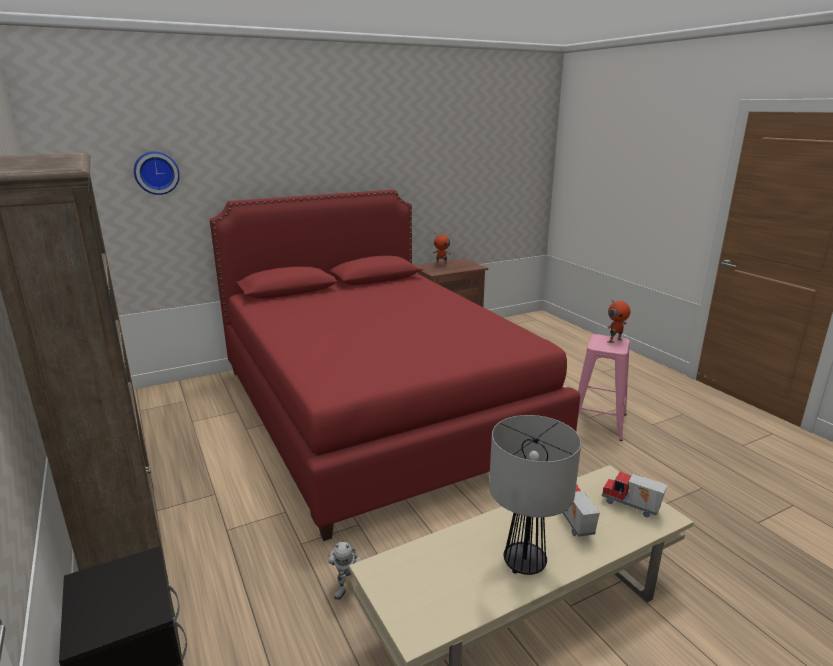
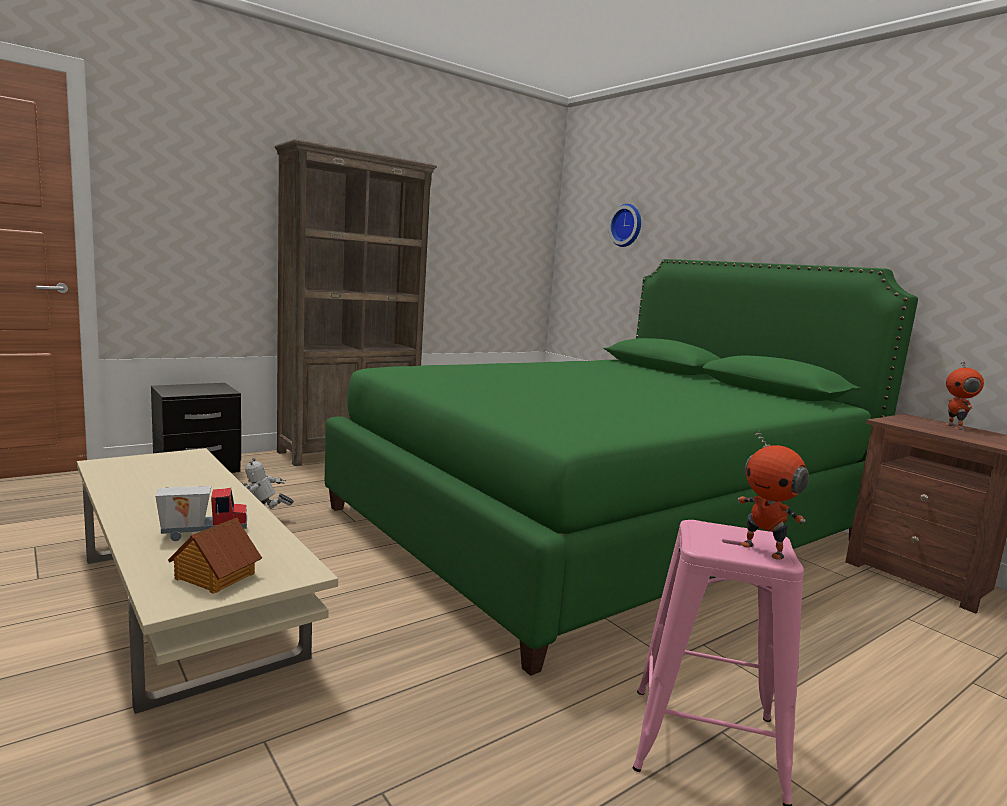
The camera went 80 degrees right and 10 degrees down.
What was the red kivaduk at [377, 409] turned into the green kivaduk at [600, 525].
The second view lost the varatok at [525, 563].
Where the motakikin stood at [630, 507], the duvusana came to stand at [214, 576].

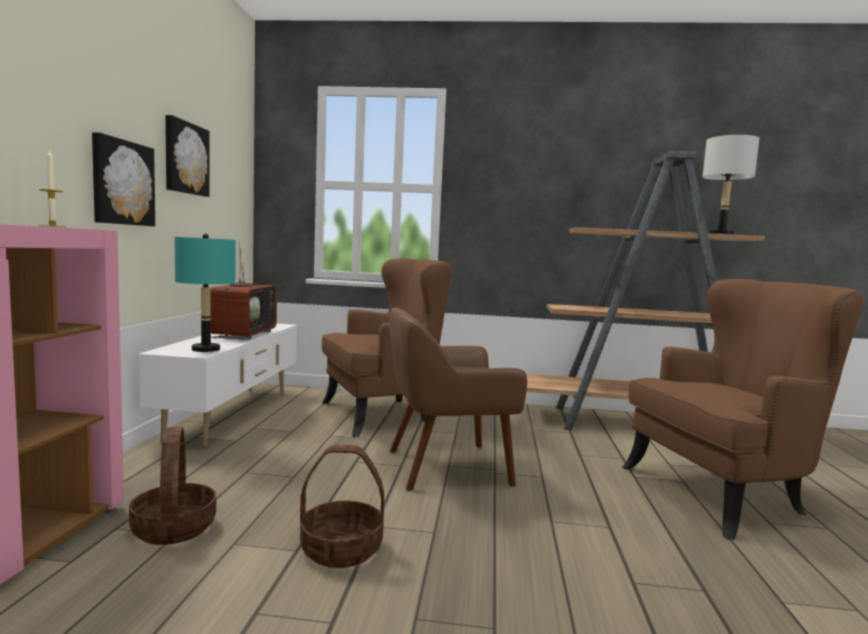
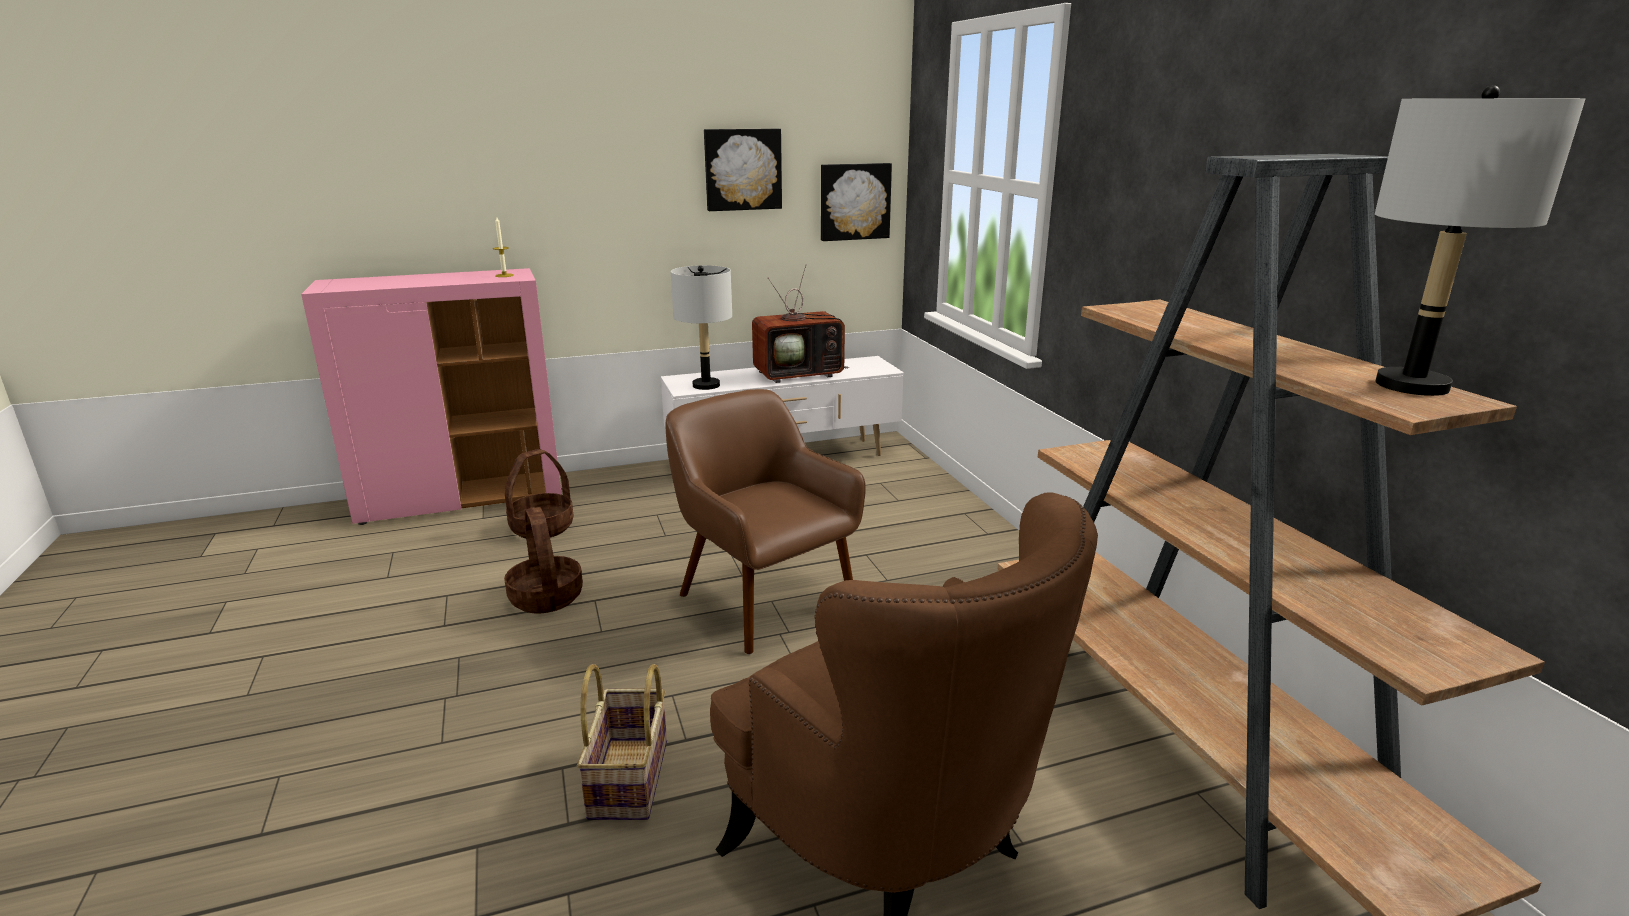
The camera went 65 degrees right and 15 degrees up.
The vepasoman ended up elsewhere, having gone from [121, 183] to [854, 201].
What was the turquoise varatok at [206, 349] turned into the grey varatok at [706, 385].
The second view lost the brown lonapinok at [383, 414].
The second view gained the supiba at [630, 779].

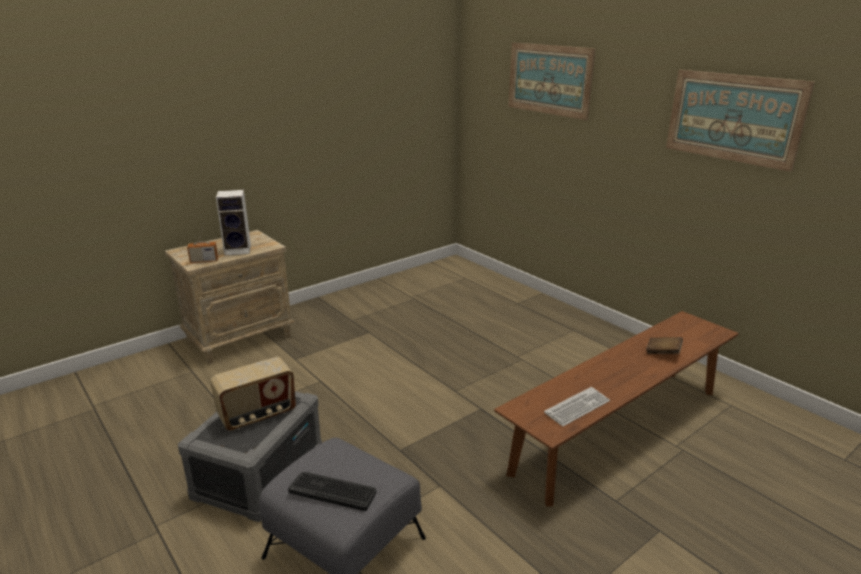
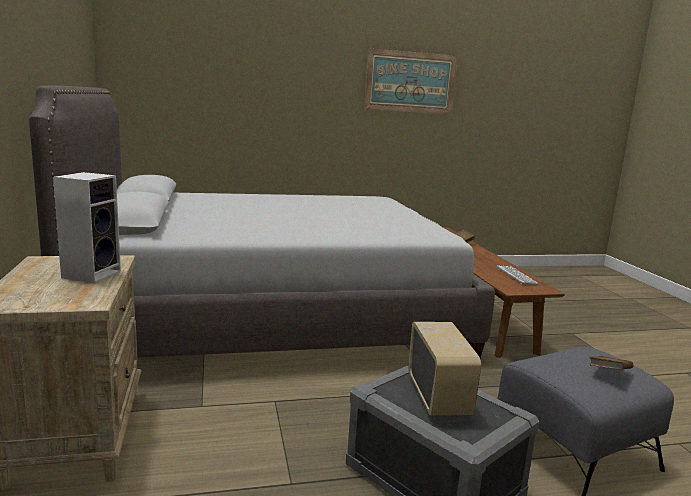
The camera went 65 degrees left and 10 degrees down.
The second view lost the vepasoman at [549, 79].
The second view lost the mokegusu at [204, 261].
Where the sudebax stood at [333, 491], the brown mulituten came to stand at [609, 374].
The second view gained the grey kivaduk at [271, 316].

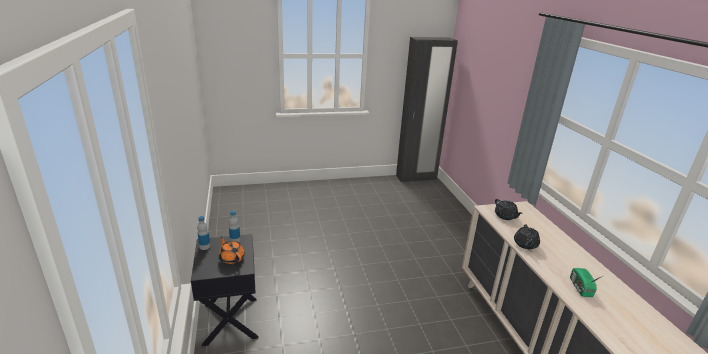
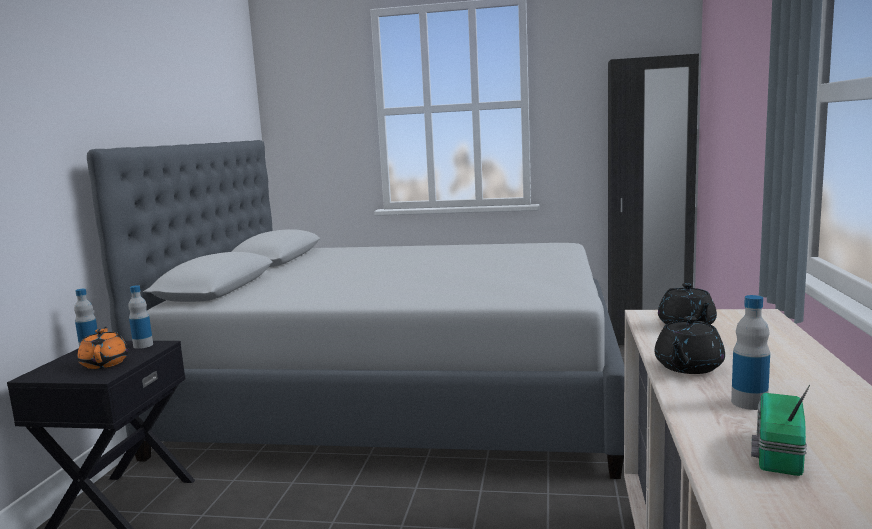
The camera went 25 degrees right and 15 degrees down.
The second view gained the grey kivaduk at [402, 395].
The second view gained the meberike at [749, 403].

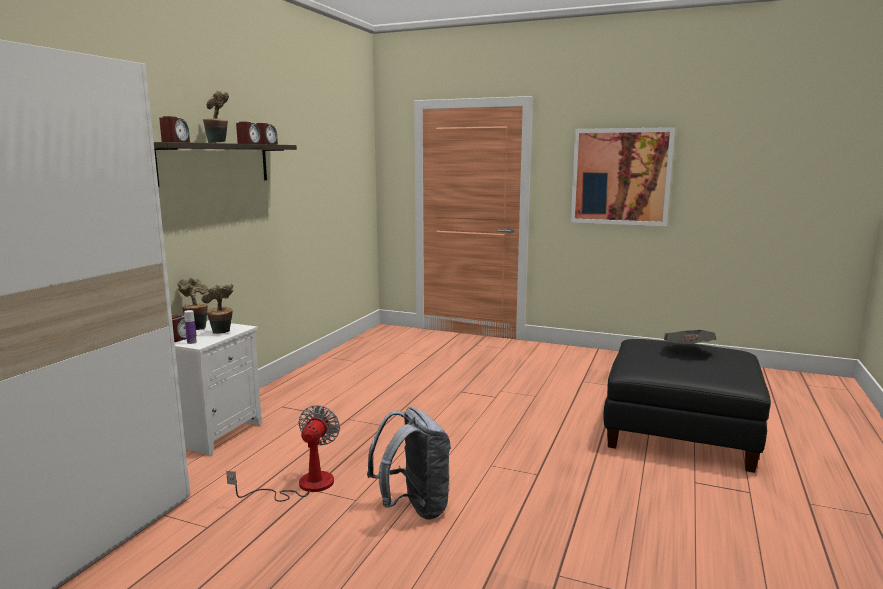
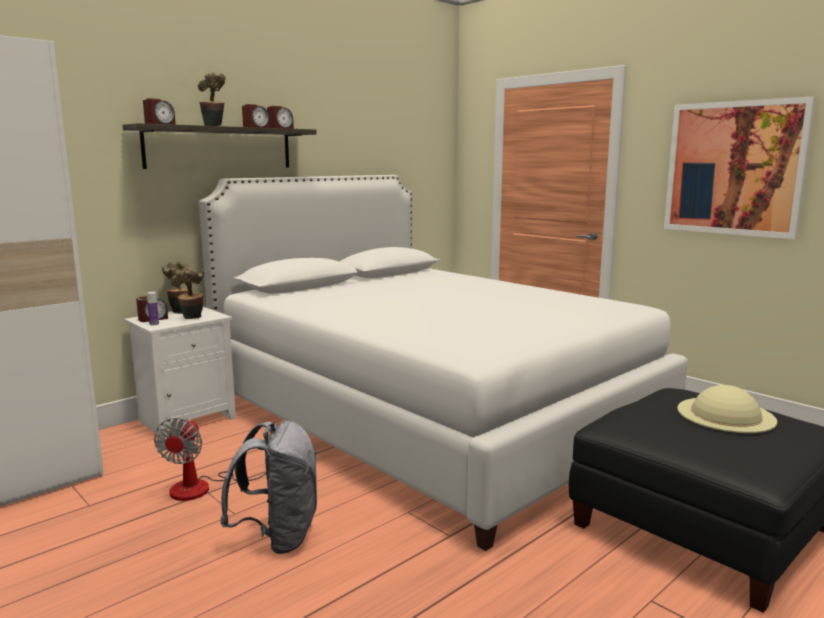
The camera went 25 degrees right and 0 degrees up.
Where the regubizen stood at [687, 351], the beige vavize came to stand at [725, 414].
The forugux at [303, 486] ended up facing another way, 150 degrees clockwise from before.
The second view gained the white kivaduk at [430, 417].

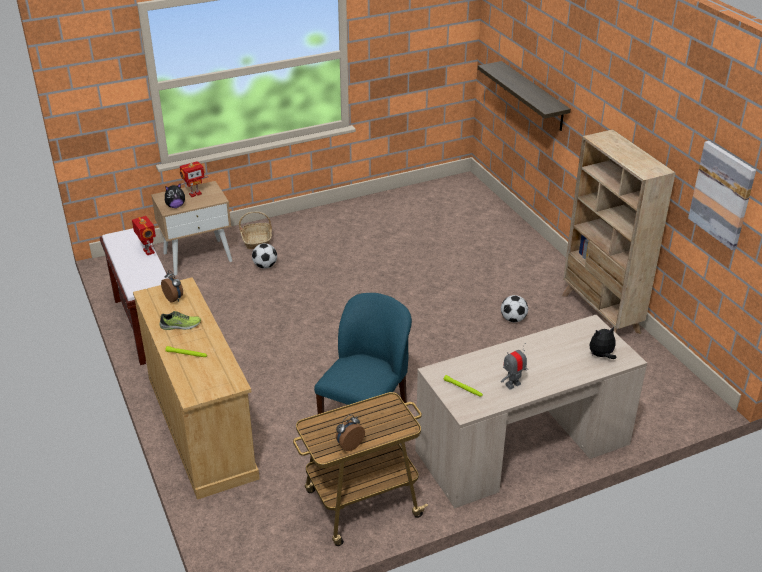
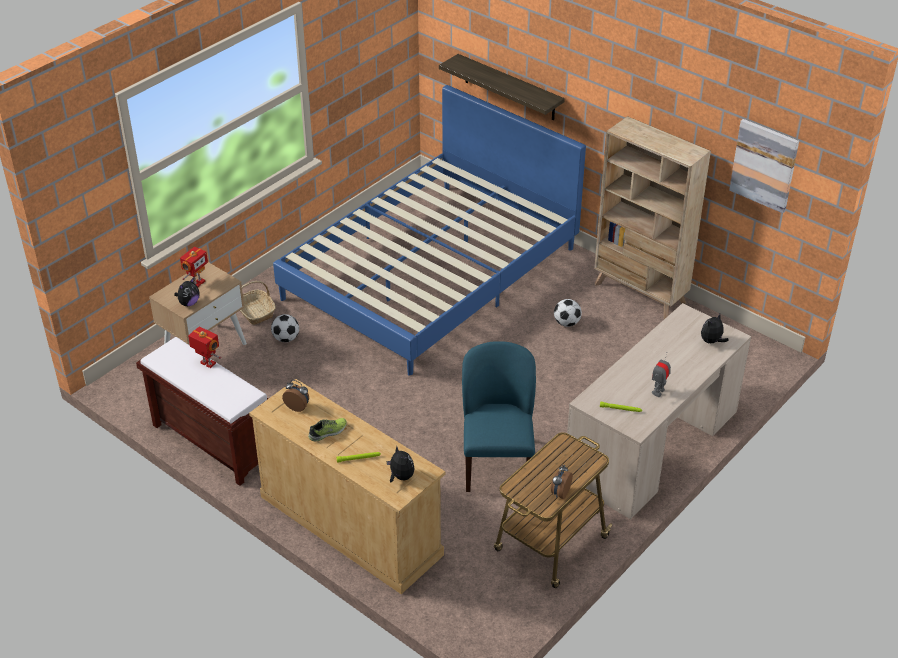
The camera went 25 degrees left and 5 degrees up.
The second view gained the blue kivaduk at [431, 273].
The second view gained the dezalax at [400, 477].

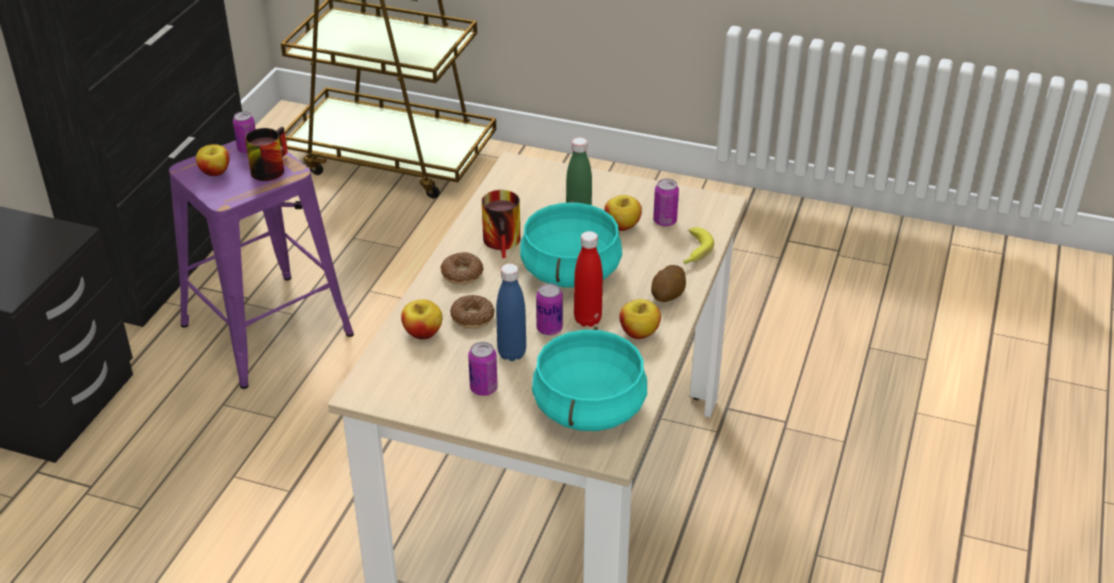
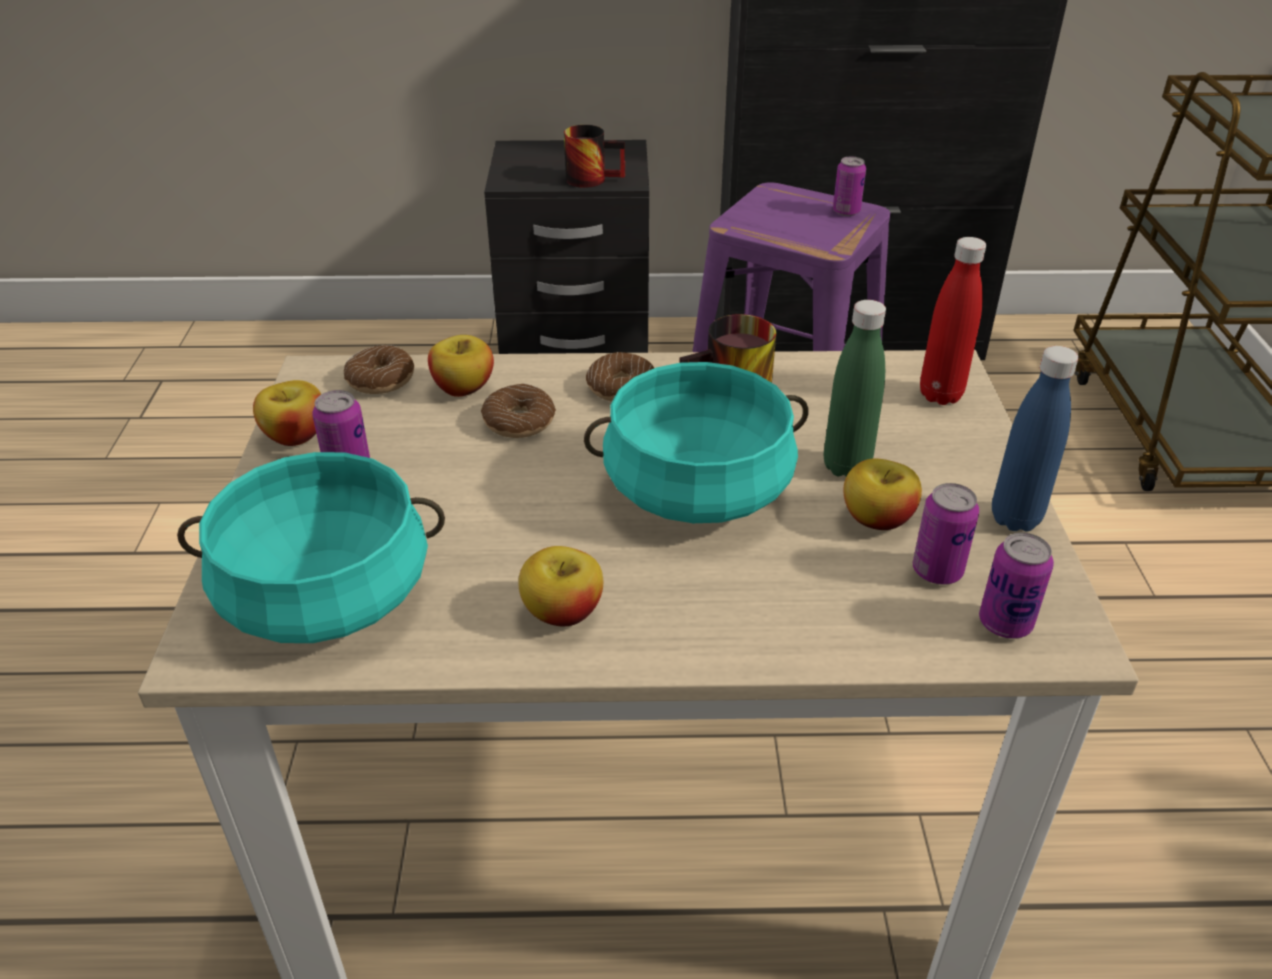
The camera went 70 degrees right and 0 degrees up.
The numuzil ended up elsewhere, having gone from [268, 167] to [593, 178].
The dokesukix ended up elsewhere, having gone from [215, 172] to [295, 436].
The second view lost the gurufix at [693, 252].
The red meberike ended up elsewhere, having gone from [587, 320] to [940, 395].
The blue meberike ended up elsewhere, having gone from [512, 353] to [1015, 518].
The second view lost the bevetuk at [668, 296].
The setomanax ended up elsewhere, having gone from [549, 329] to [1005, 623].
The second view gained the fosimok at [381, 380].

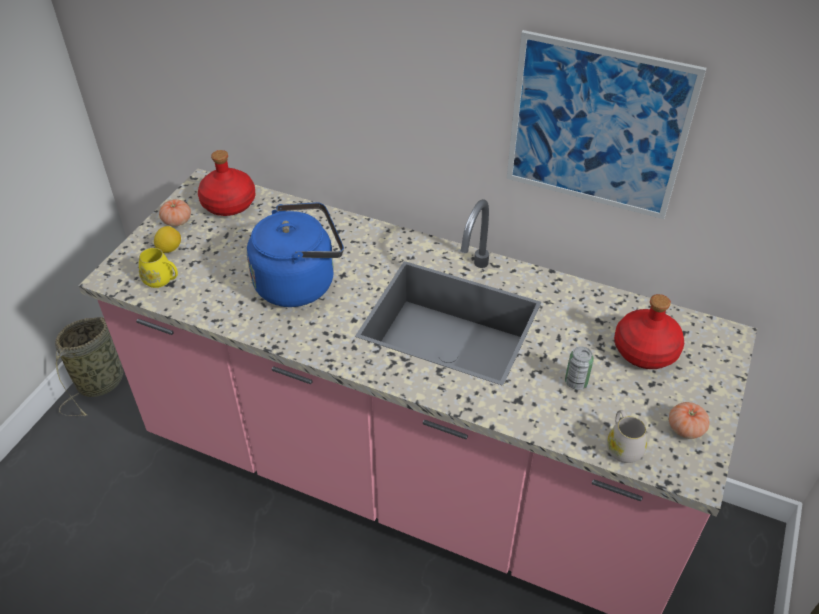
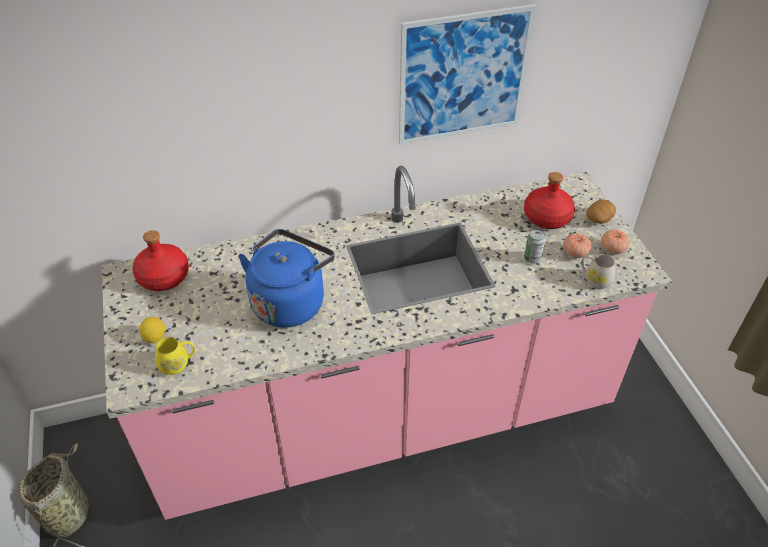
The camera went 40 degrees left and 0 degrees up.
The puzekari ended up elsewhere, having gone from [177, 221] to [575, 252].
The second view gained the bevetuk at [599, 219].

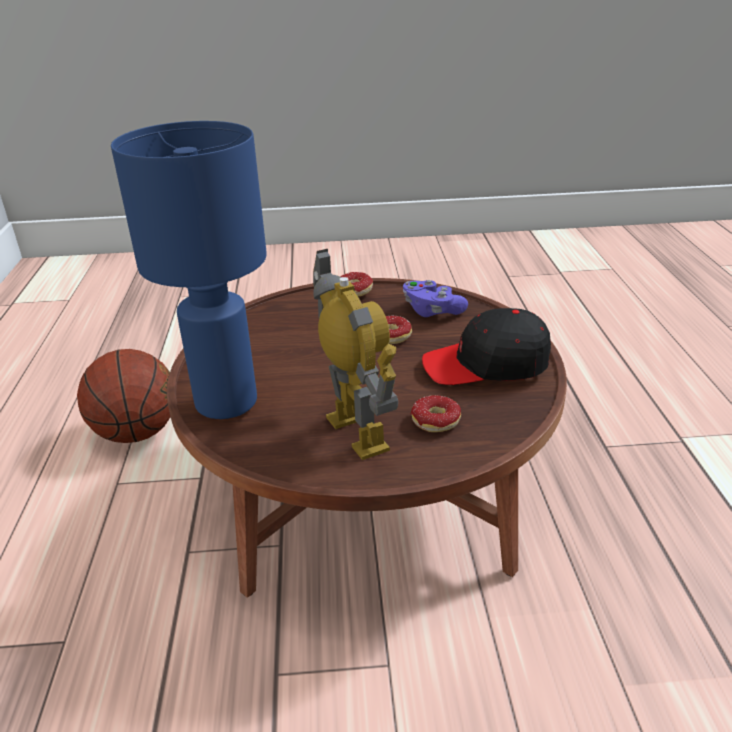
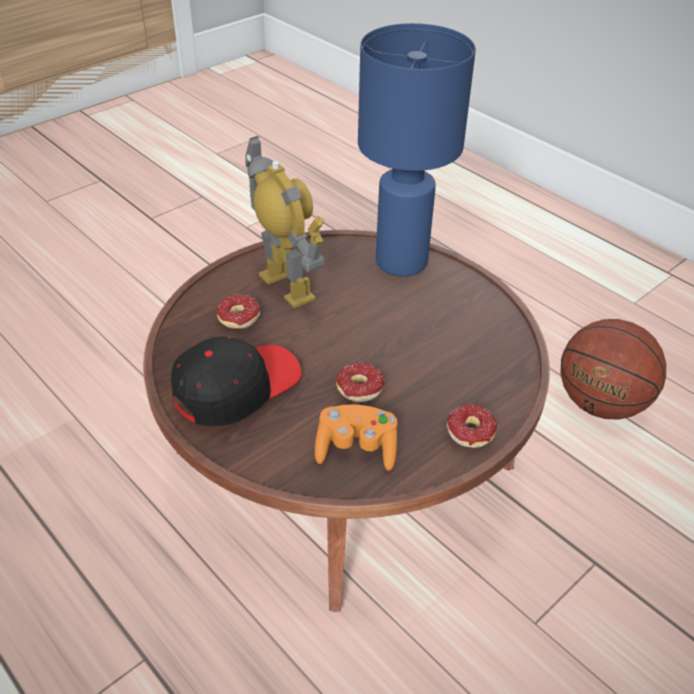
The camera went 140 degrees right and 10 degrees up.
The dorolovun at [357, 432] ended up facing another way, 150 degrees counterclockwise from before.
What was the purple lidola at [432, 311] turned into the orange lidola at [356, 449].

